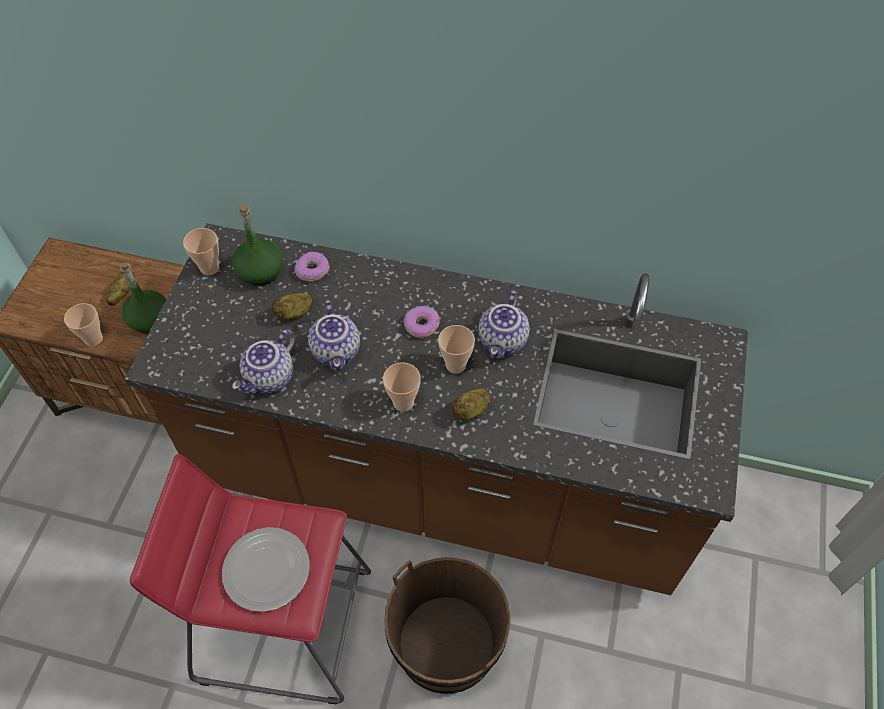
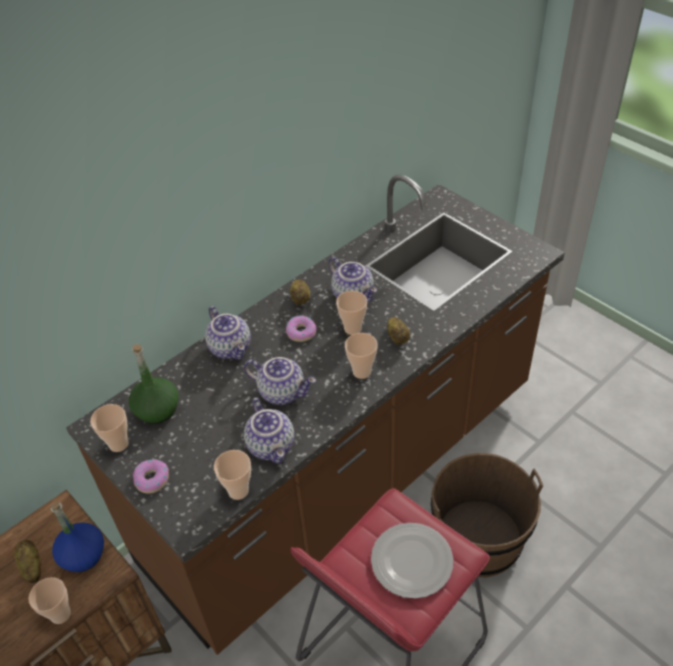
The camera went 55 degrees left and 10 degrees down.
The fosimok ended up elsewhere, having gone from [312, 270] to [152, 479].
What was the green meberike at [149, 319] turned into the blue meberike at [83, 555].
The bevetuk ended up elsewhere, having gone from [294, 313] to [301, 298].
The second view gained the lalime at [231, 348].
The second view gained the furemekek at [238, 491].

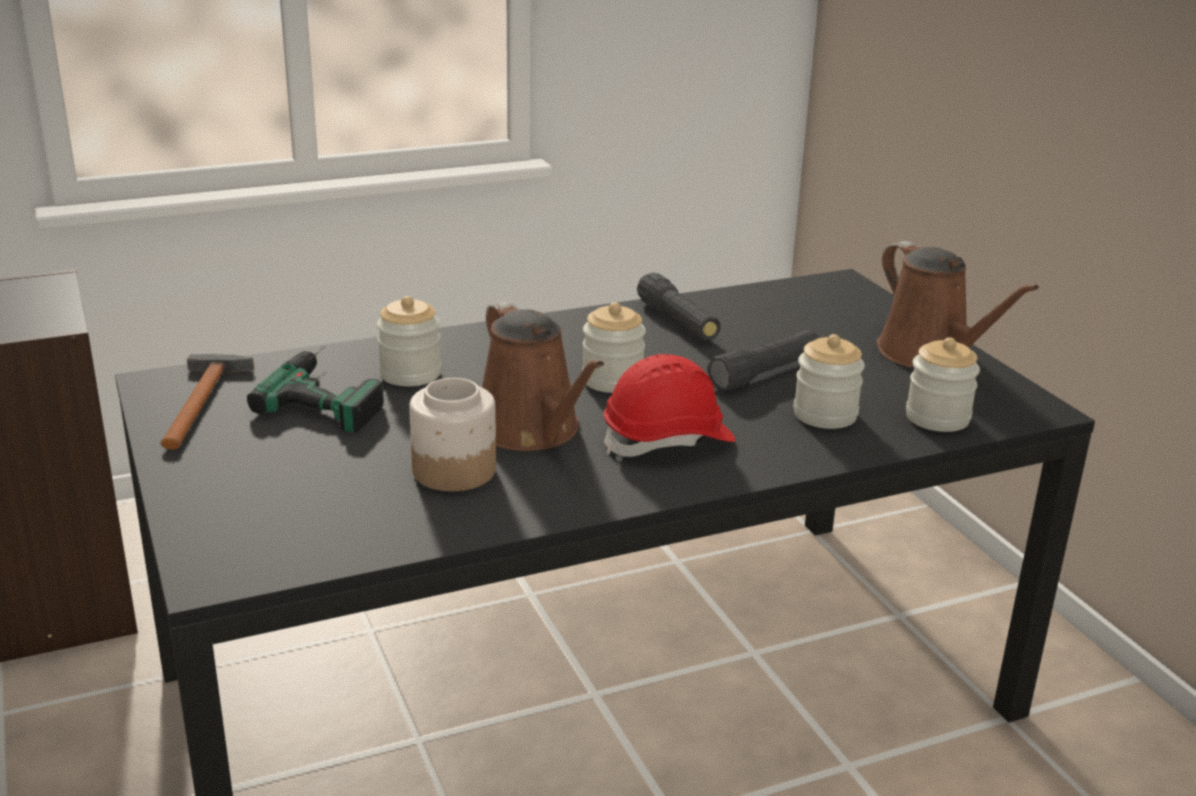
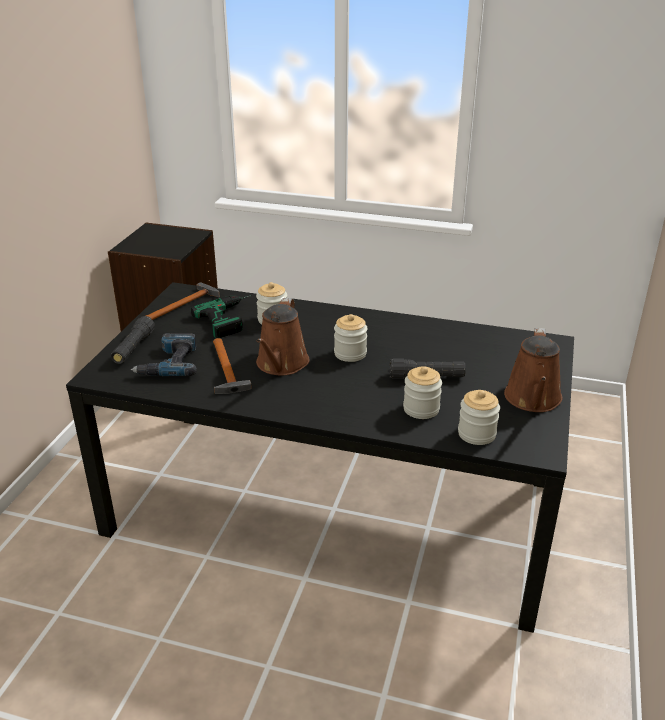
The camera went 40 degrees right and 5 degrees up.
The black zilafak ended up elsewhere, having gone from [678, 322] to [134, 348].
The second view lost the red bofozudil at [668, 440].
Where the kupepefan stood at [453, 471], the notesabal came to stand at [226, 370].
The second view gained the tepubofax at [169, 363].

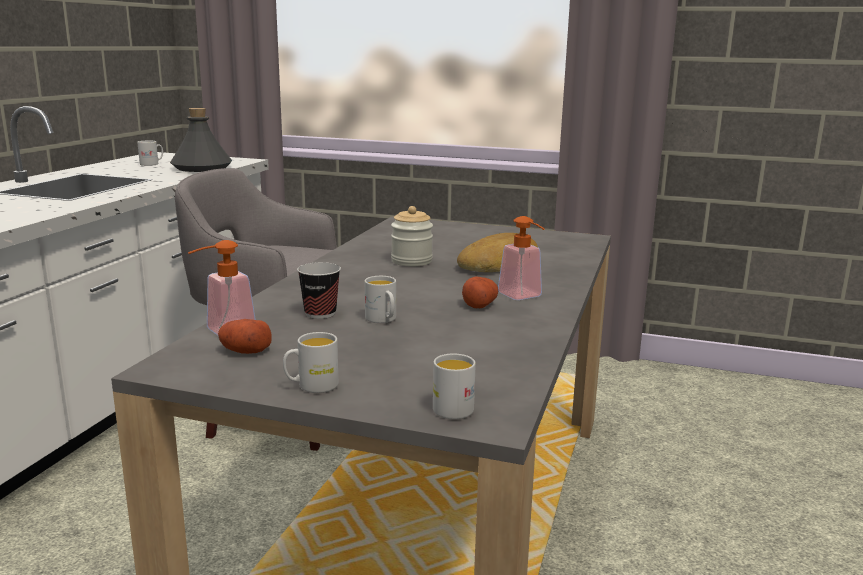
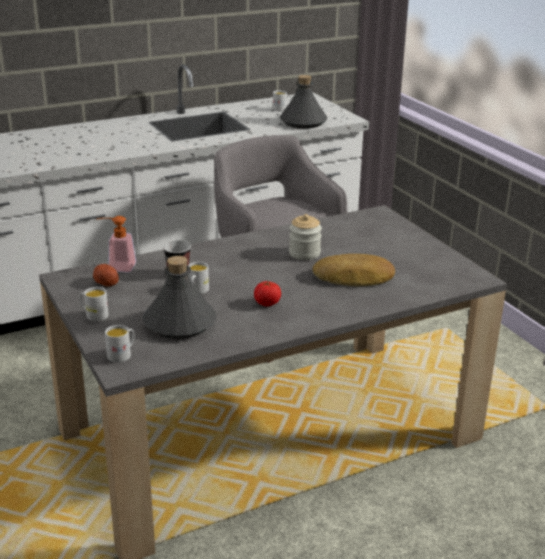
The camera went 45 degrees right and 10 degrees up.
The second view lost the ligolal at [524, 297].
Where the bevetuk stood at [479, 304], the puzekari came to stand at [267, 303].
The second view gained the grey meberike at [180, 323].

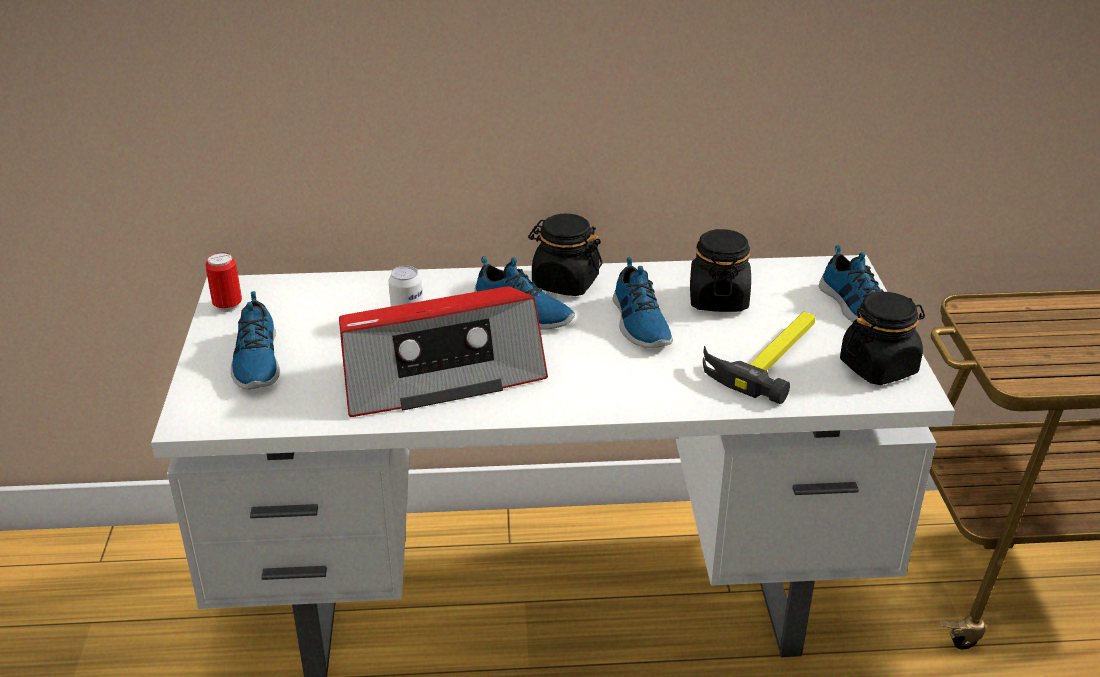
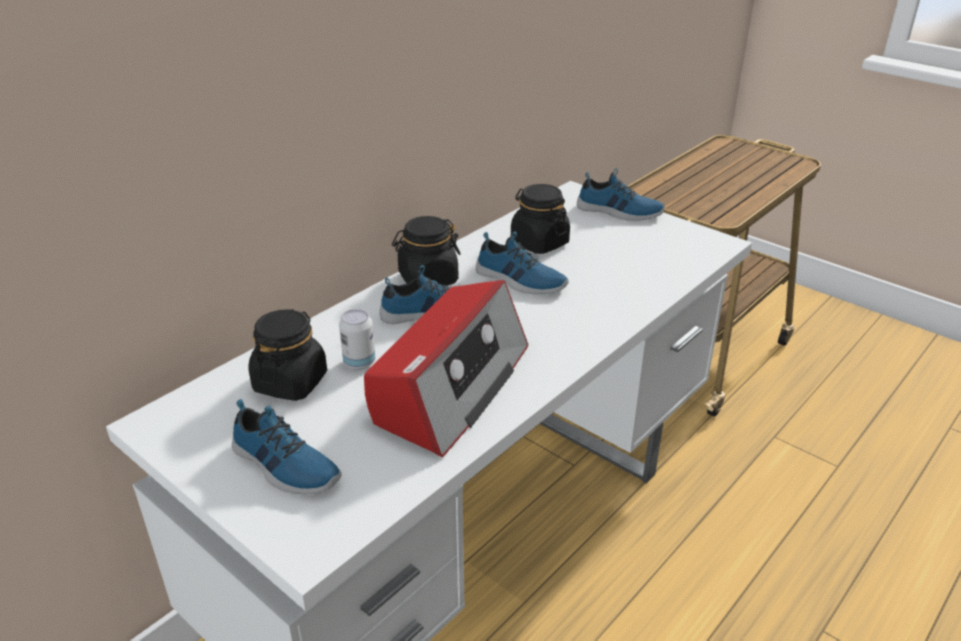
The camera went 45 degrees left and 0 degrees up.
The second view lost the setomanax at [228, 305].
The black kupepefan ended up elsewhere, having gone from [878, 367] to [290, 382].
The second view lost the notesabal at [768, 357].

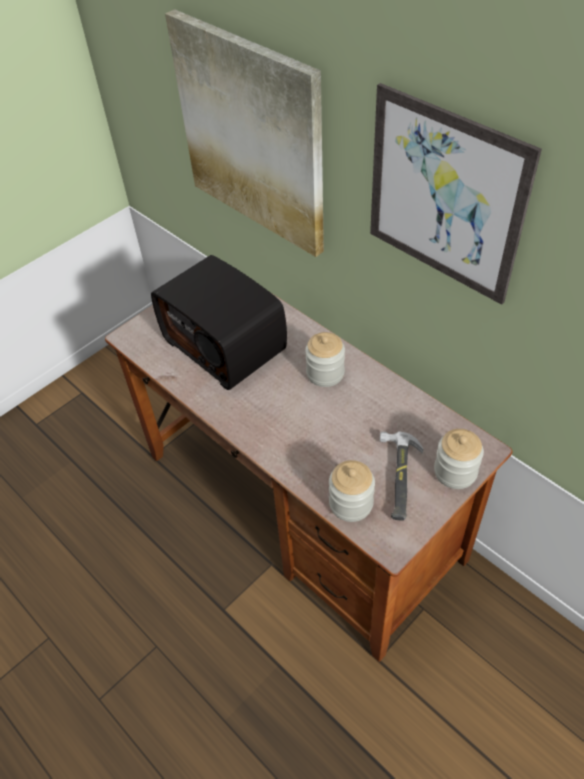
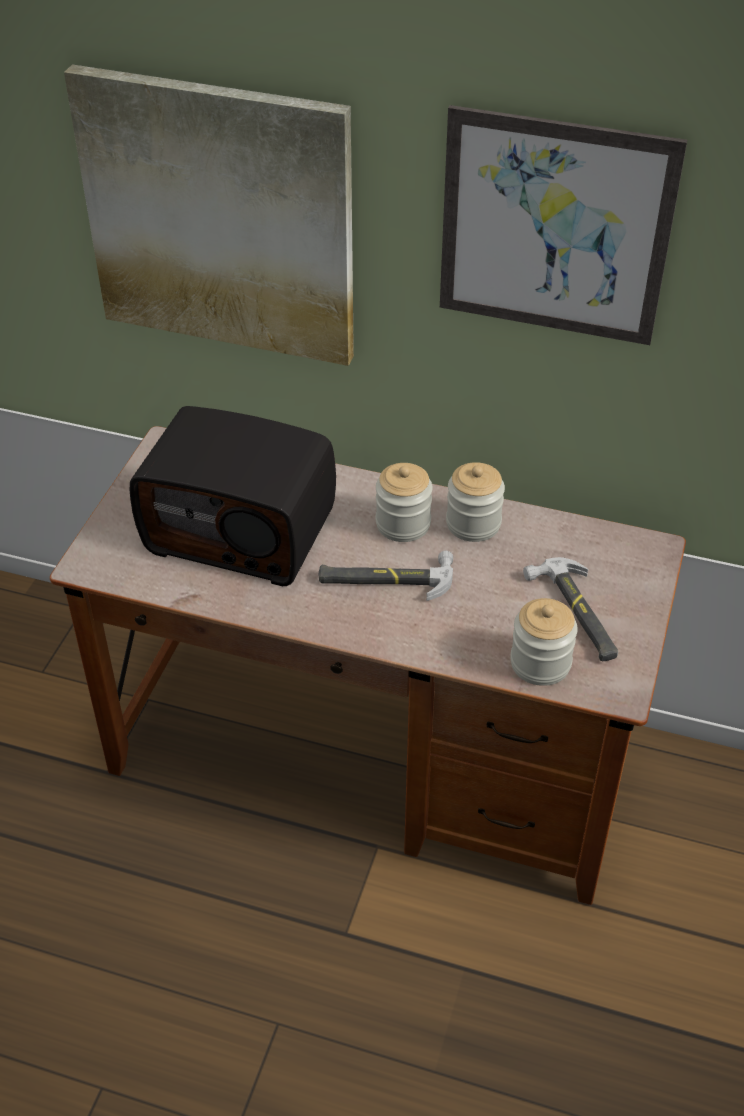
The camera went 30 degrees left and 5 degrees down.
The kupepefan ended up elsewhere, having gone from [455, 471] to [473, 524].
The second view gained the notesabal at [385, 579].

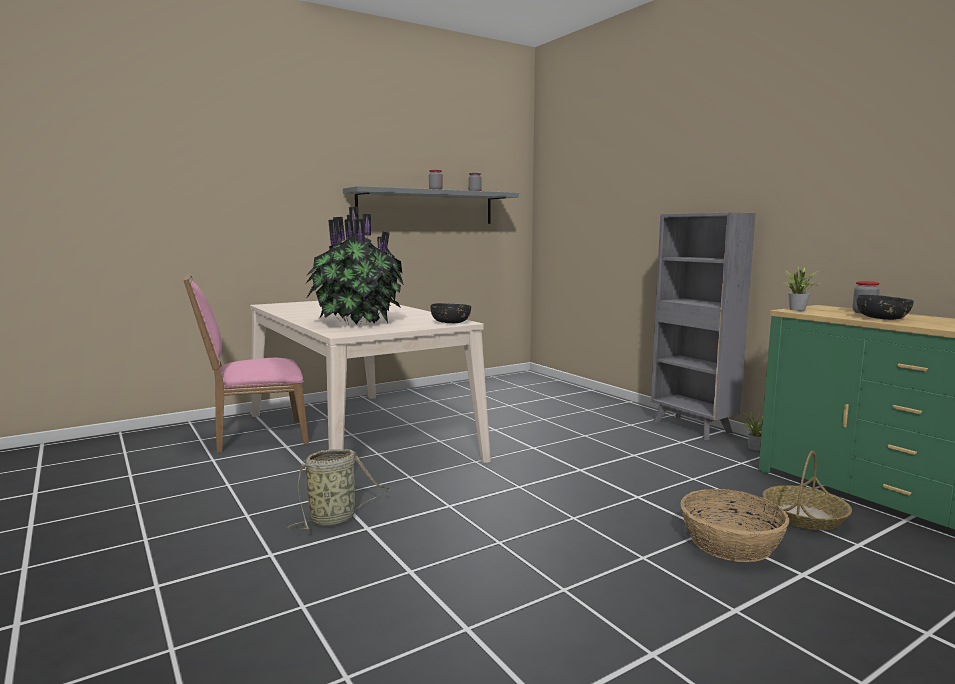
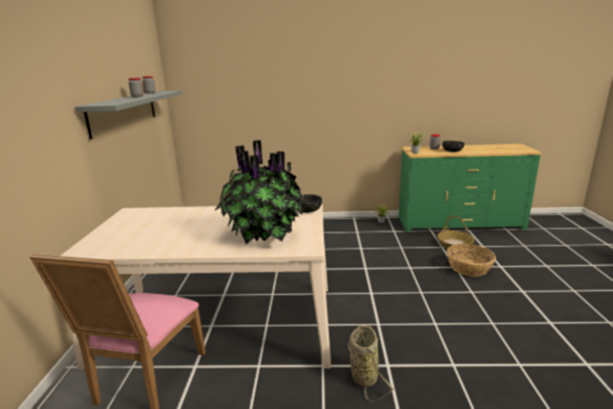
The camera went 55 degrees left and 10 degrees up.
The second view lost the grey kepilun at [692, 428].

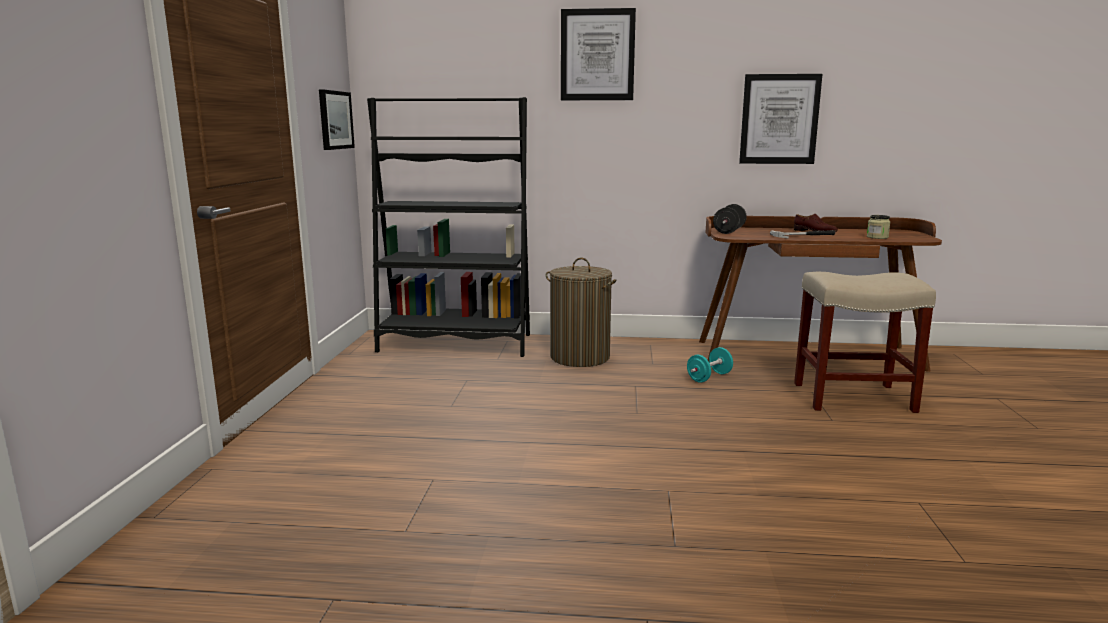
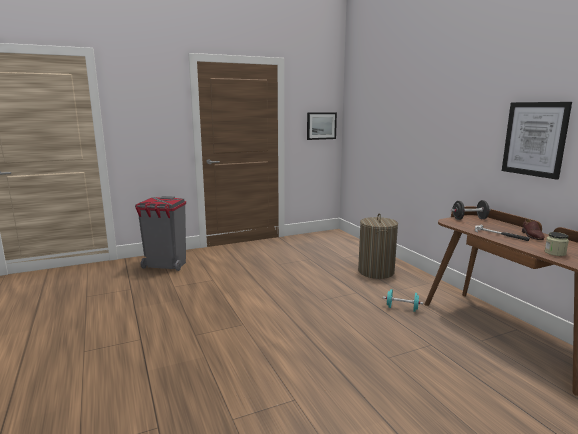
The camera went 60 degrees right and 0 degrees up.
The second view lost the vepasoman at [597, 55].
The second view lost the black kepilun at [455, 343].
The second view lost the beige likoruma at [851, 397].
The second view gained the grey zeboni at [166, 265].

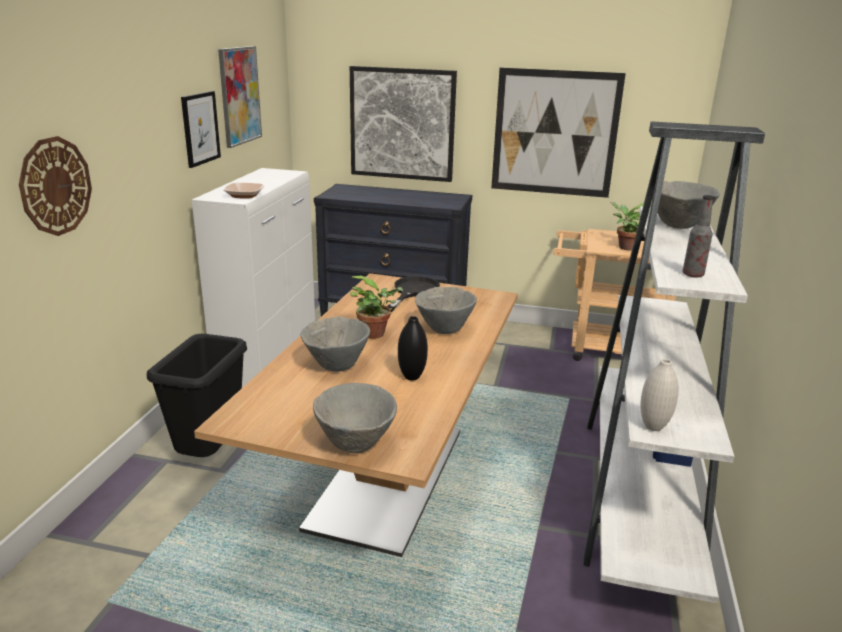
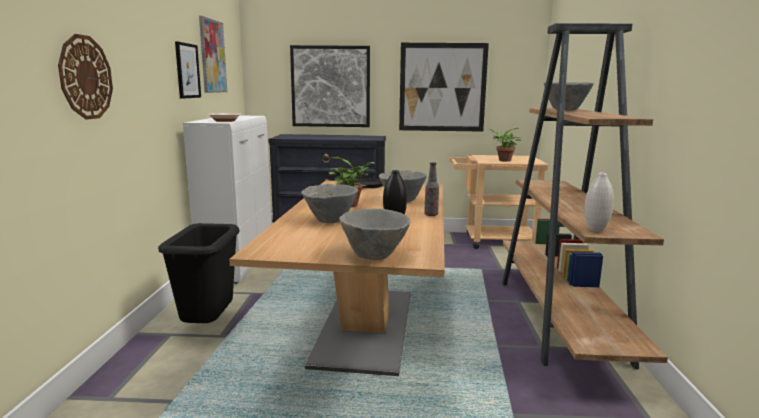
The camera went 10 degrees left and 10 degrees down.
What was the white kepilun at [638, 496] turned into the brown kepilun at [560, 320].
The meberike ended up elsewhere, having gone from [693, 275] to [431, 215].

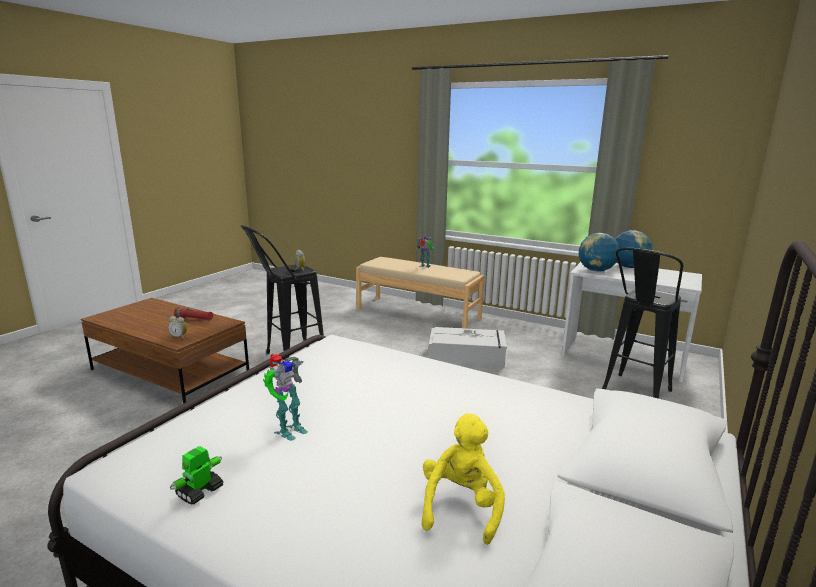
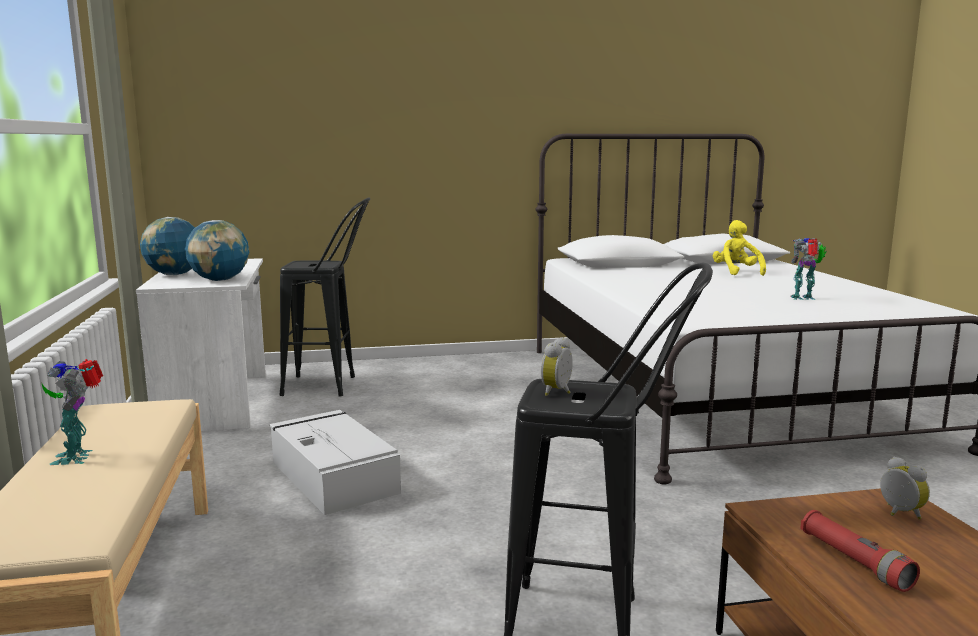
The camera went 130 degrees left and 5 degrees down.
The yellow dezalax at [461, 507] ended up facing another way, 105 degrees clockwise from before.
The second view lost the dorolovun at [199, 492].

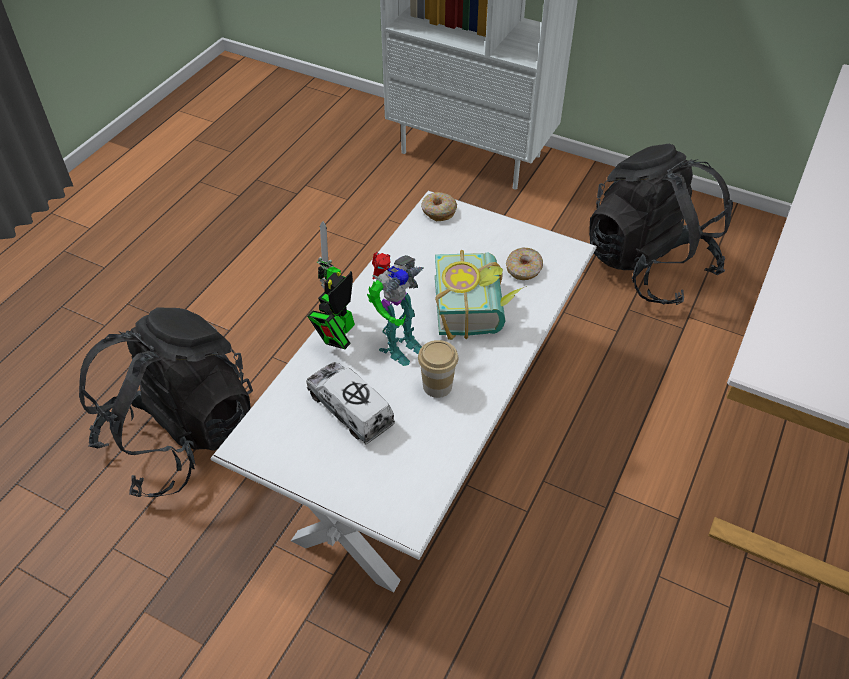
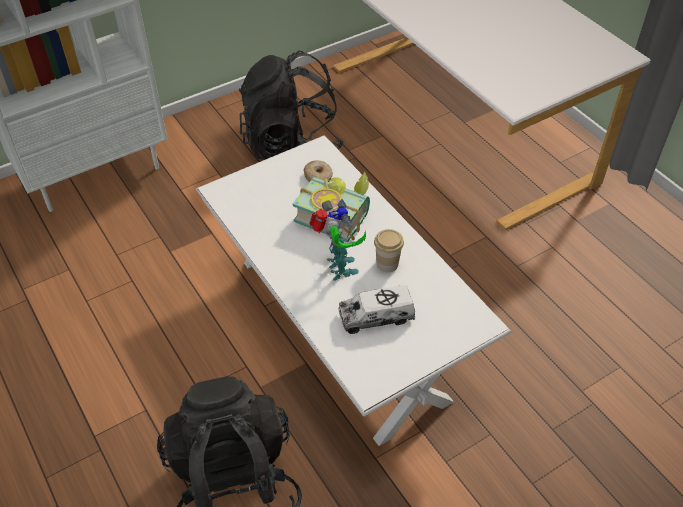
The camera went 60 degrees left and 0 degrees up.
The second view lost the fosimok at [438, 211].
The second view lost the dorolovun at [337, 334].

